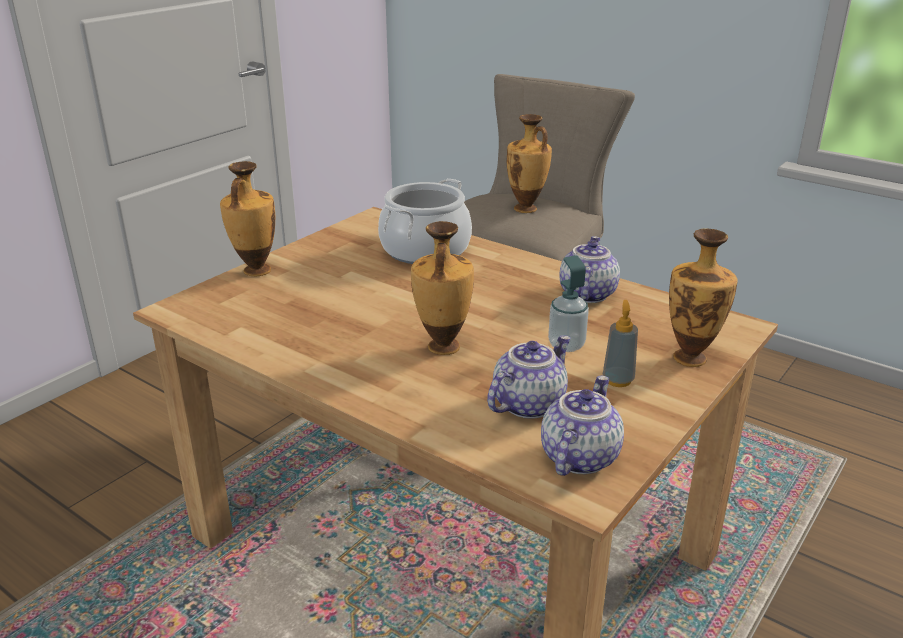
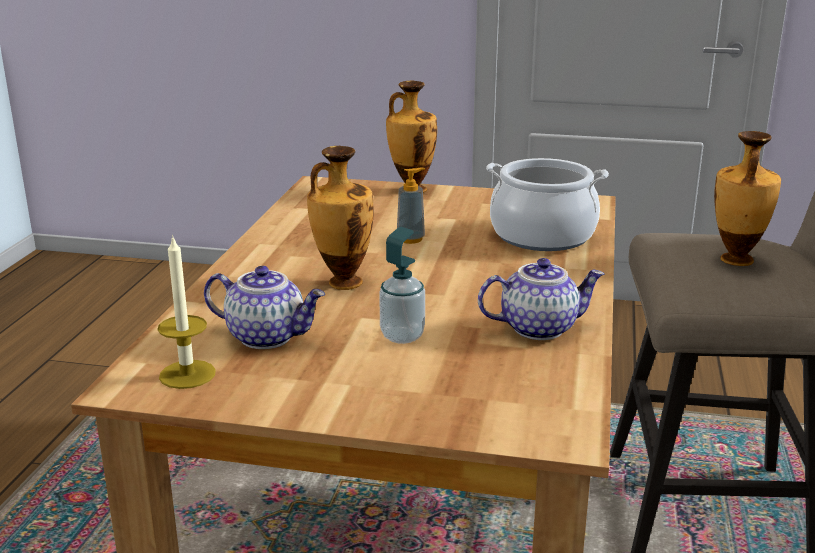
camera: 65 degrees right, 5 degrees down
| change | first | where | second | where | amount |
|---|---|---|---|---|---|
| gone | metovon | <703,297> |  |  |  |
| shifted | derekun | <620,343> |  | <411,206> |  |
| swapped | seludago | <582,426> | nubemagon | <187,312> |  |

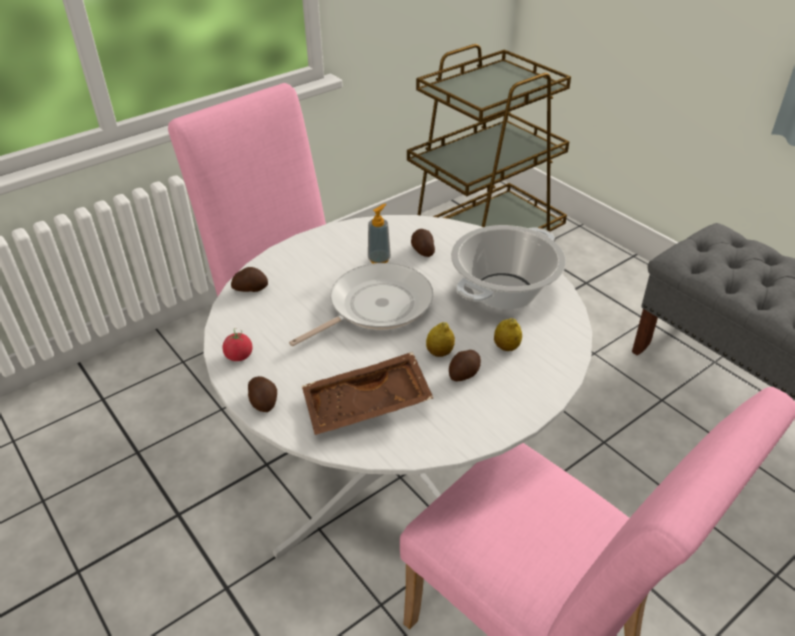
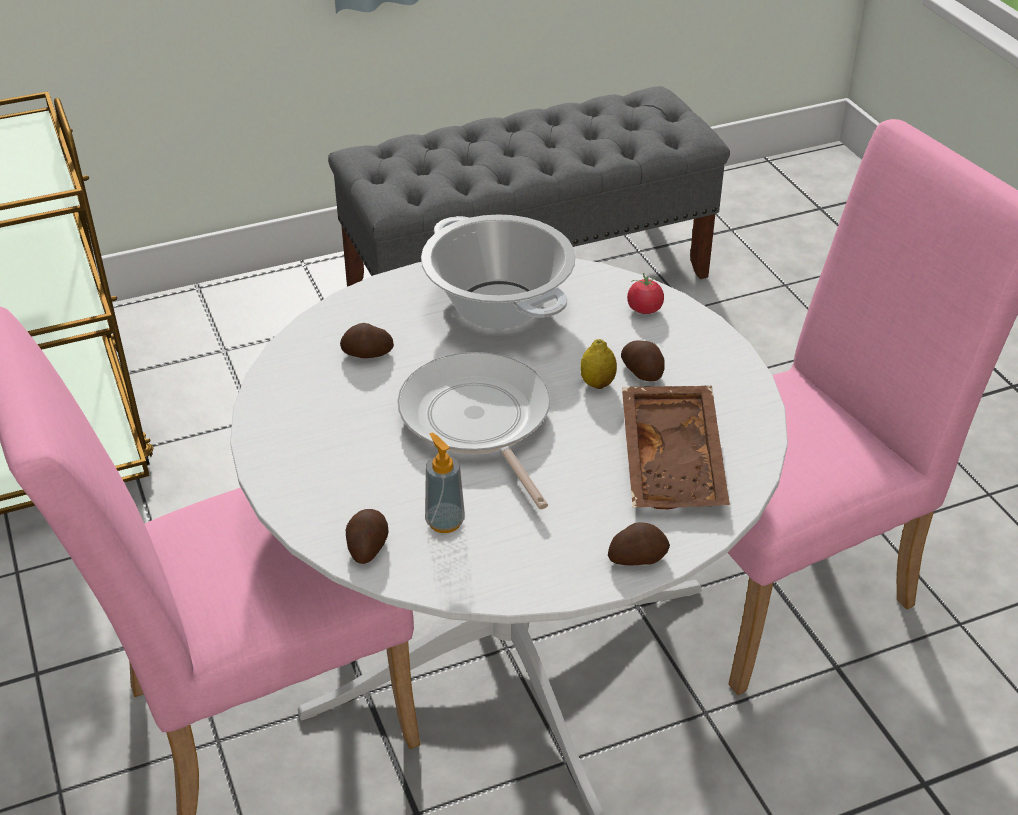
camera: 75 degrees left, 0 degrees up
| change | first | where | second | where | amount |
|---|---|---|---|---|---|
| shifted | derekun | <379,234> |  | <445,483> |  |
| gone | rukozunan | <508,334> |  |  |  |
| shifted | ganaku | <237,344> |  | <645,293> |  |

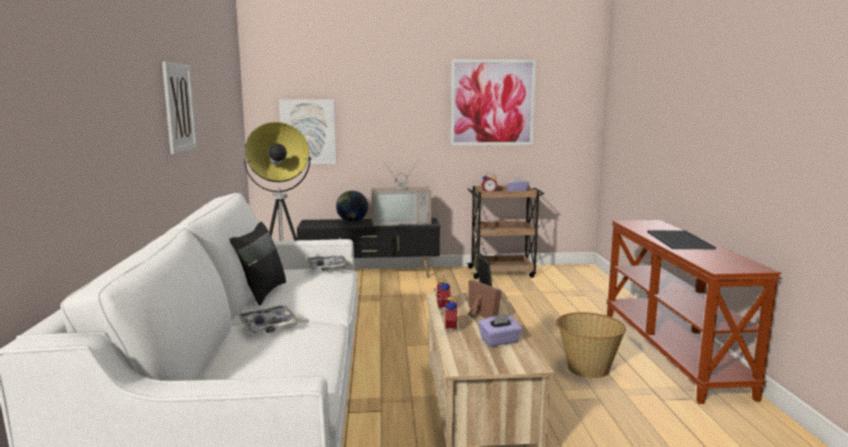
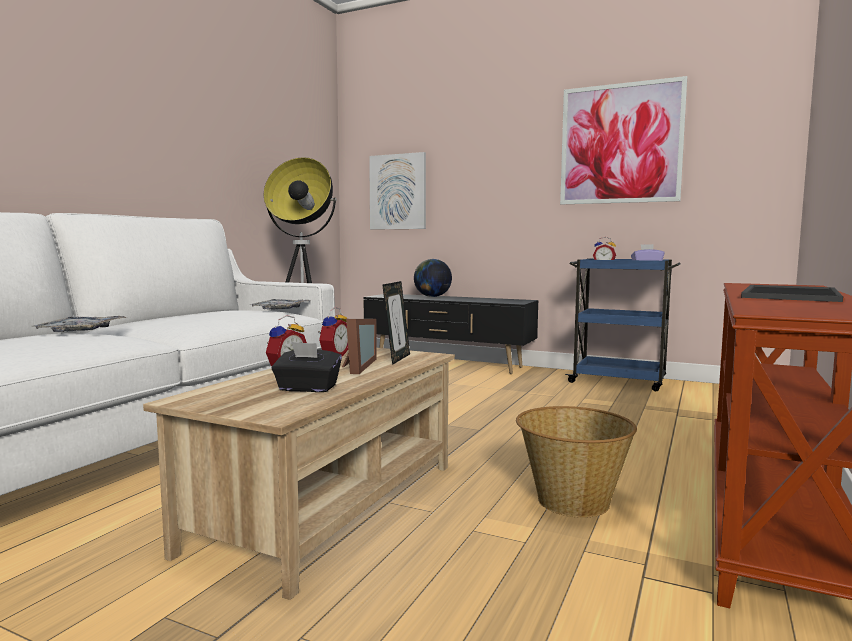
camera: 30 degrees right, 5 degrees down
| change | first | where | second | where | amount |
|---|---|---|---|---|---|
| gone | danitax | <179,108> |  |  |  |
| gone | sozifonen | <401,192> |  |  |  |
| repainted | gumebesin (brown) | <505,232> | gumebesin (blue) | <622,324> |  |
| gone | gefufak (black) | <258,264> |  |  |  |
| repainted | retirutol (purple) | <500,330> | retirutol (black) | <307,367> |  |

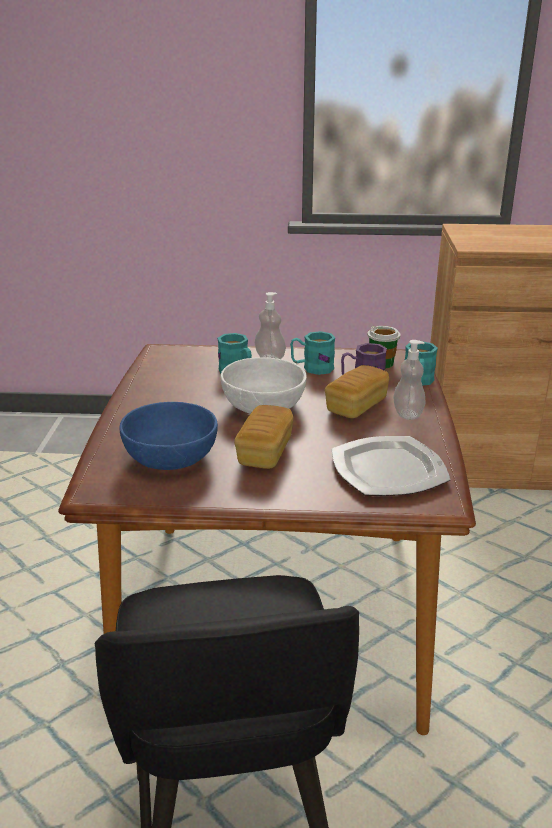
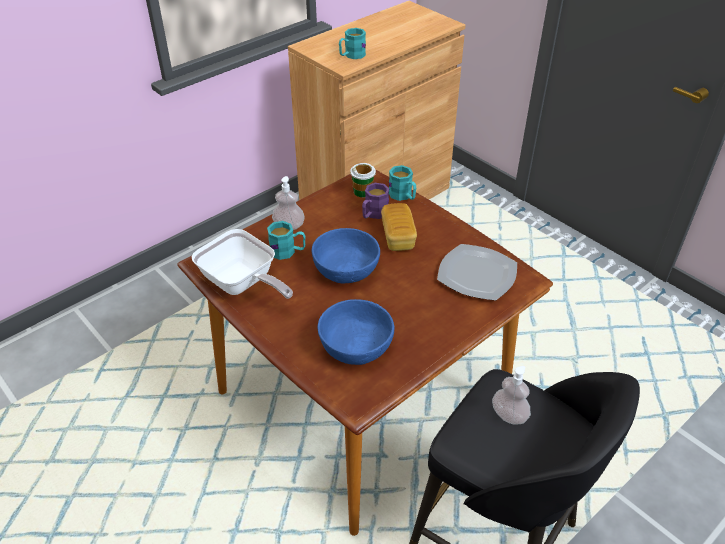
camera: 45 degrees left, 15 degrees up
| change | first | where | second | where | amount |
|---|---|---|---|---|---|
| shifted | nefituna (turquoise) | <312,353> |  | <352,43> |  |
| shifted | derekun | <409,380> |  | <511,395> |  |
| repainted | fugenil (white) | <264,385> | fugenil (blue) | <346,255> |  |
| gone | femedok | <263,437> |  |  |  |
| new |  |  | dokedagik | <242,264> |  |

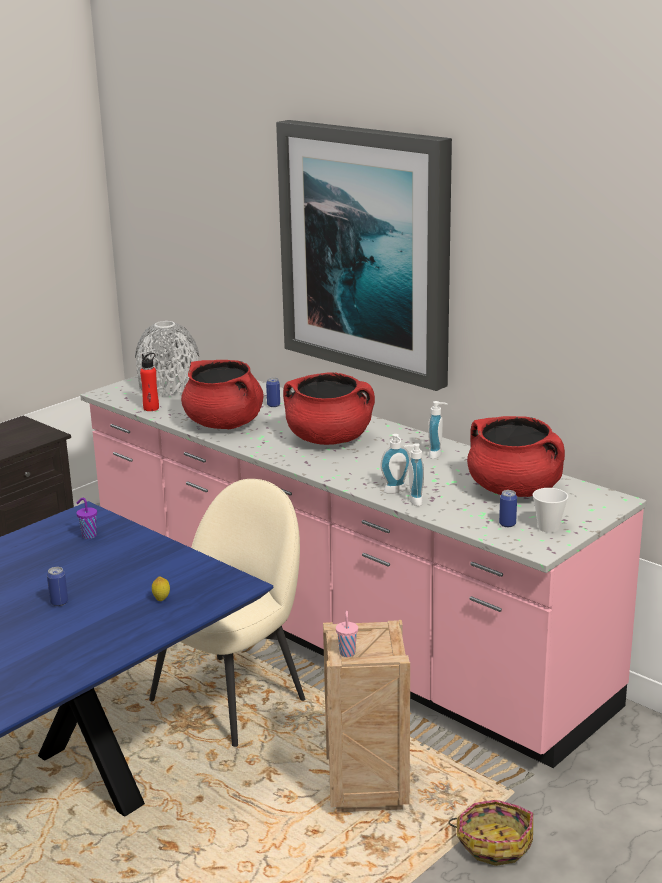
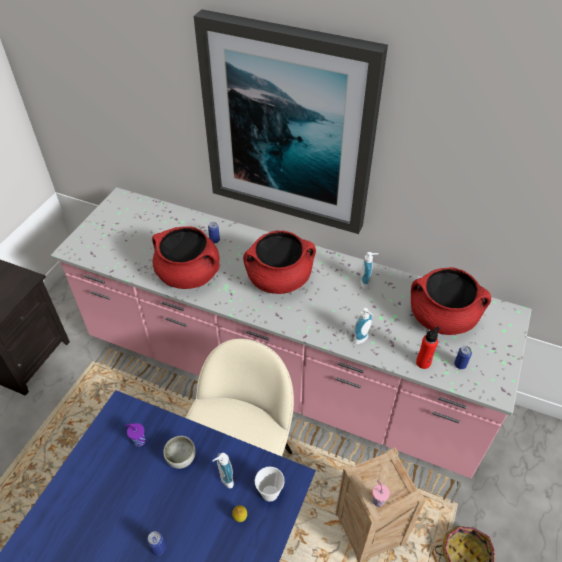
camera: 20 degrees left, 25 degrees up
| change | first | where | second | where | amount |
|---|---|---|---|---|---|
| gone | metovon (grey) | <167,359> |  |  |  |
| shifted | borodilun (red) | <149,382> |  | <428,348> |  |
| shifted | derekun | <414,474> |  | <223,470> |  |
| shifted | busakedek | <550,510> |  | <270,484> |  |
| new |  |  | fugenil | <179,452> |  |

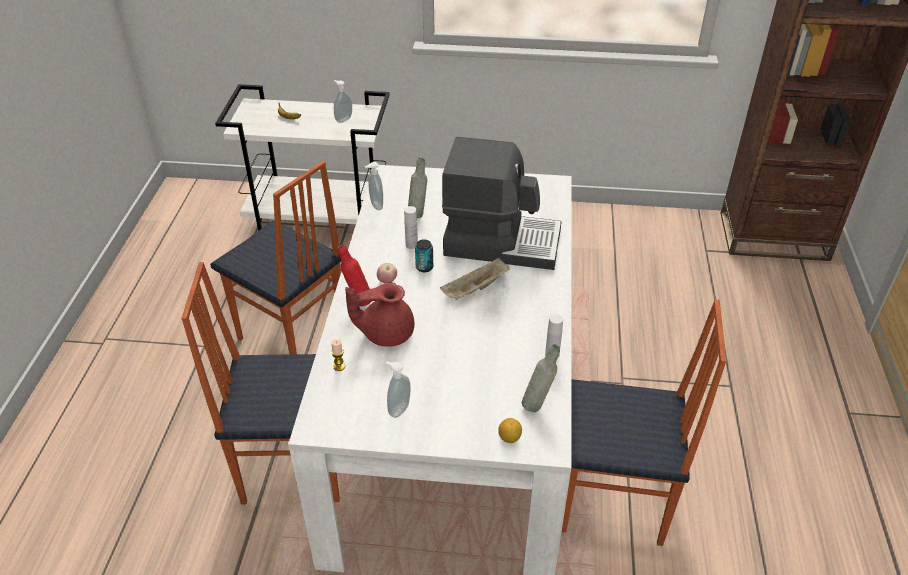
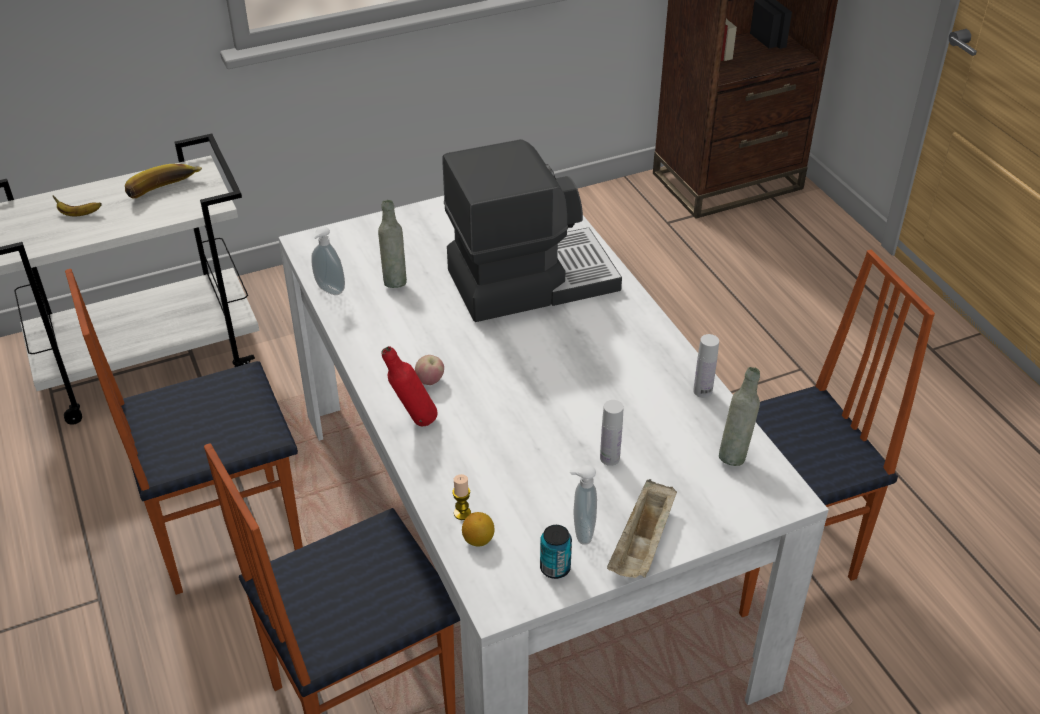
camera: 30 degrees left, 0 degrees up
| change | first | where | second | where | amount |
|---|---|---|---|---|---|
| swapped | derekun | <343,101> | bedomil | <163,181> |  |
| rotated | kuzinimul | <275,257> |  | <184,432> | 150 degrees clockwise |
| shifted | borodilun (white) | <411,227> |  | <611,433> |  |
| shifted | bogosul | <424,255> |  | <556,552> |  |
| shifted | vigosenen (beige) | <475,279> |  | <642,528> |  |
| gone | seludago (red) | <380,314> |  |  |  |
| shifted | rukozunan | <510,430> |  | <478,529> |  |

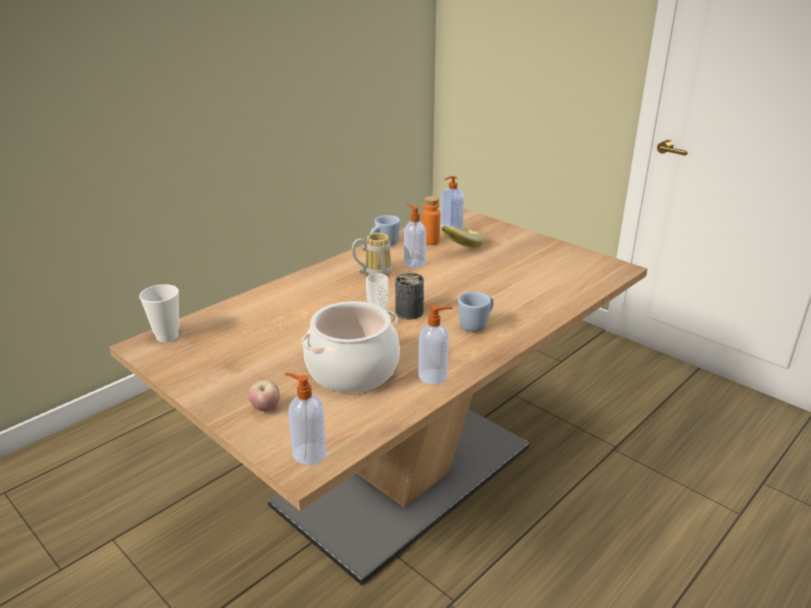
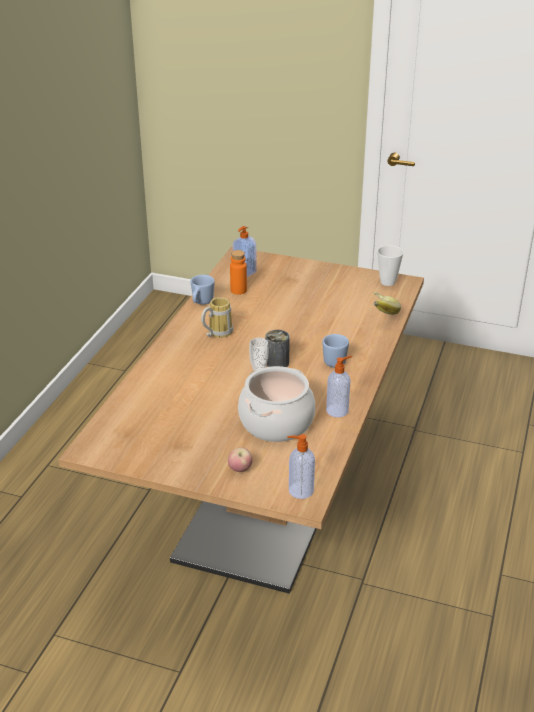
camera: 25 degrees left, 5 degrees up
| change | first | where | second | where | amount |
|---|---|---|---|---|---|
| gone | derekun | <415,236> |  |  |  |
| shifted | bedomil | <462,236> |  | <387,303> |  |
| shifted | busakedek | <159,313> |  | <390,265> |  |

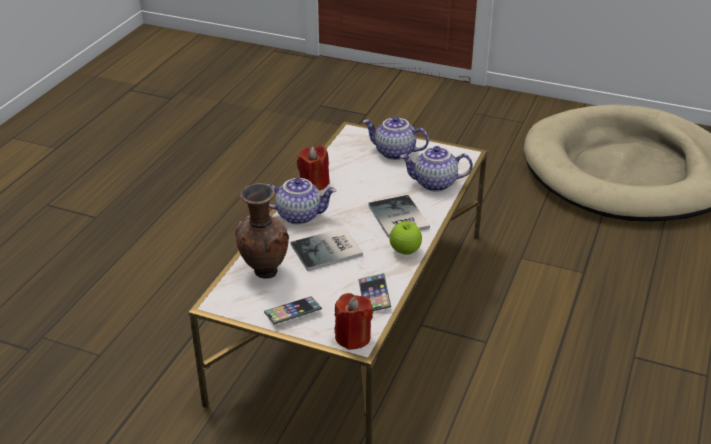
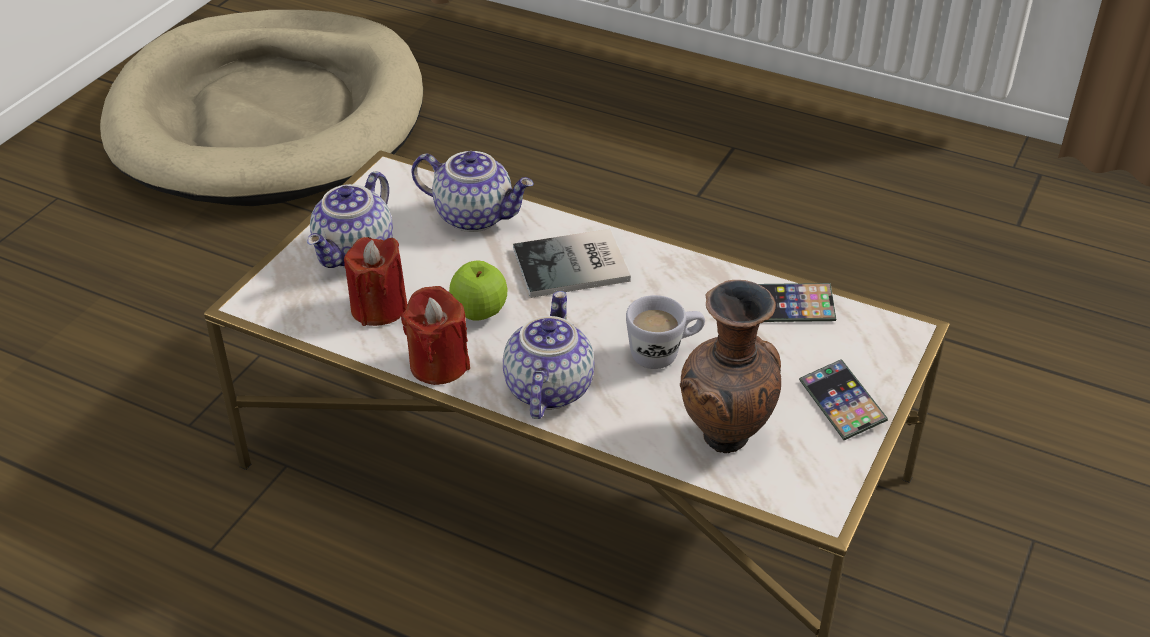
camera: 85 degrees left, 5 degrees up
| change | first | where | second | where | amount |
|---|---|---|---|---|---|
| rotated | seludago | <436,169> |  | <472,191> | 75 degrees counterclockwise |
| shifted | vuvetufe | <405,238> |  | <478,290> |  |
| swapped | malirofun | <327,249> | nefituna (white) | <665,332> |  |
| shifted | nubemagon (red) | <354,321> |  | <376,281> |  |

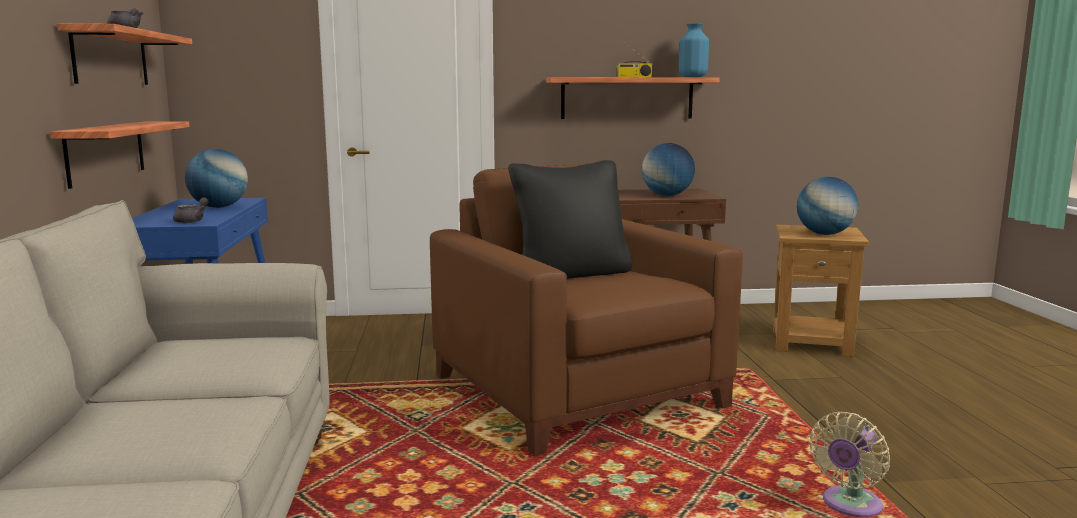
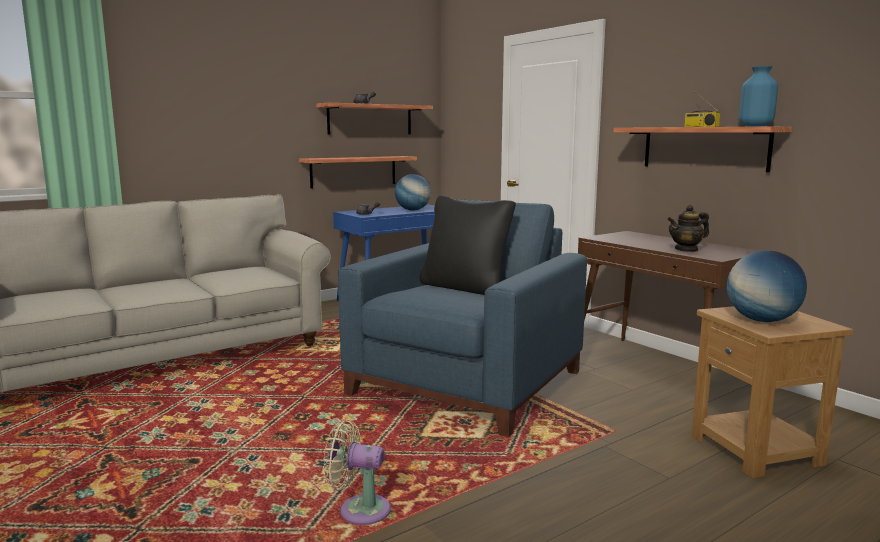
camera: 60 degrees right, 0 degrees up
| change | first | where | second | where | amount |
|---|---|---|---|---|---|
| swapped | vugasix | <668,169> | seludago | <688,228> |  |
| repainted | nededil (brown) | <586,309> | nededil (blue) | <462,318> |  |

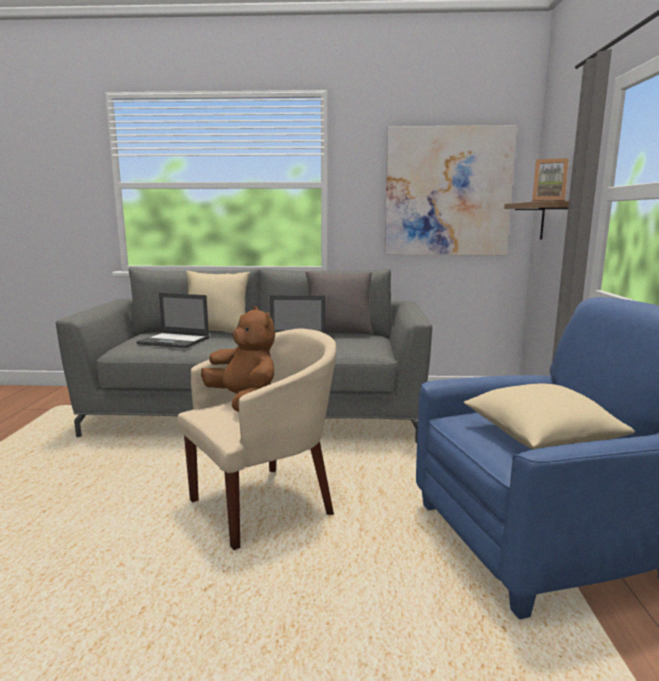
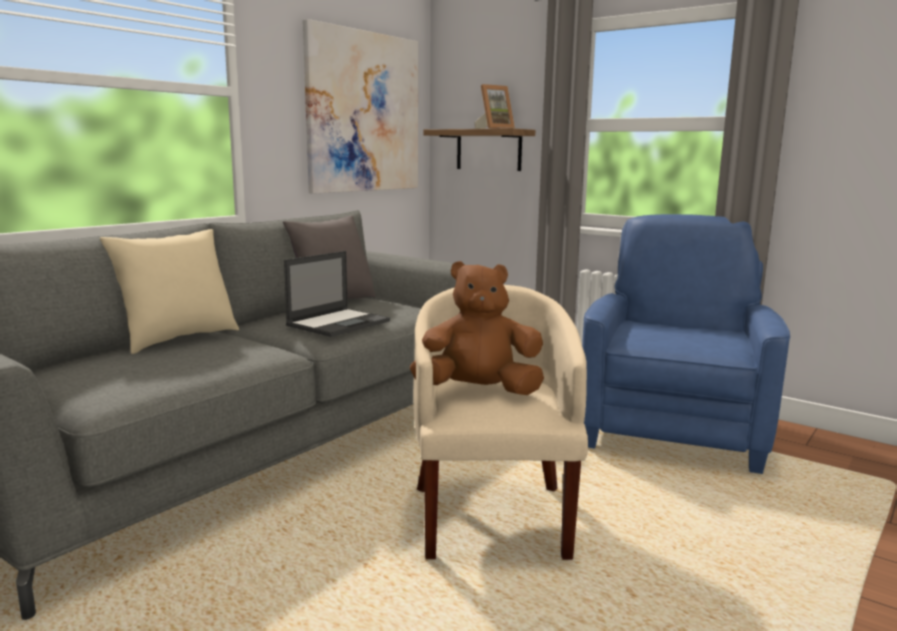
camera: 55 degrees left, 0 degrees up
| change | first | where | second | where | amount |
|---|---|---|---|---|---|
| gone | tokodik | <172,320> |  |  |  |
| gone | gefufak (beige) | <549,417> |  |  |  |

